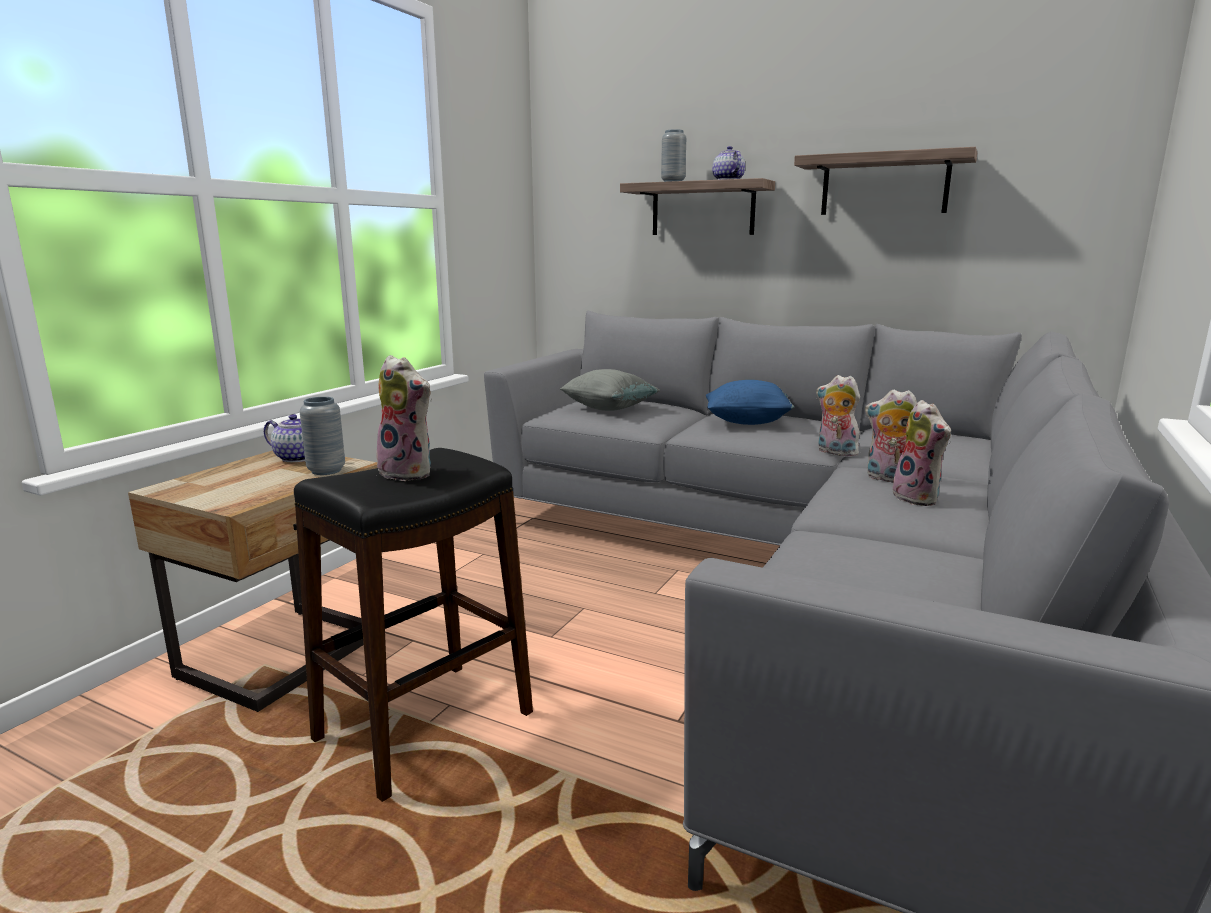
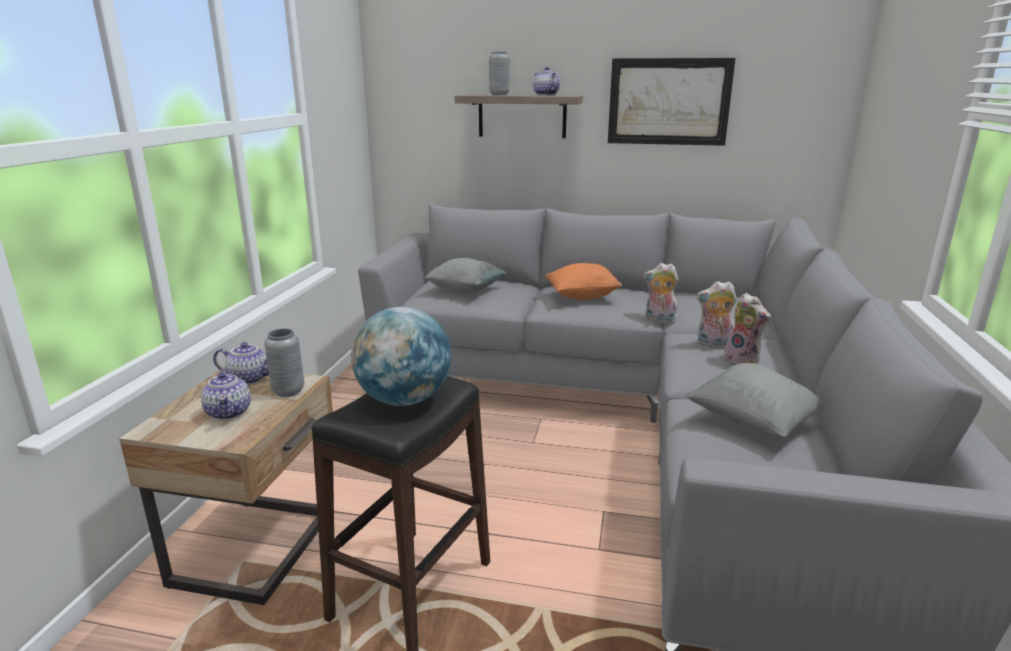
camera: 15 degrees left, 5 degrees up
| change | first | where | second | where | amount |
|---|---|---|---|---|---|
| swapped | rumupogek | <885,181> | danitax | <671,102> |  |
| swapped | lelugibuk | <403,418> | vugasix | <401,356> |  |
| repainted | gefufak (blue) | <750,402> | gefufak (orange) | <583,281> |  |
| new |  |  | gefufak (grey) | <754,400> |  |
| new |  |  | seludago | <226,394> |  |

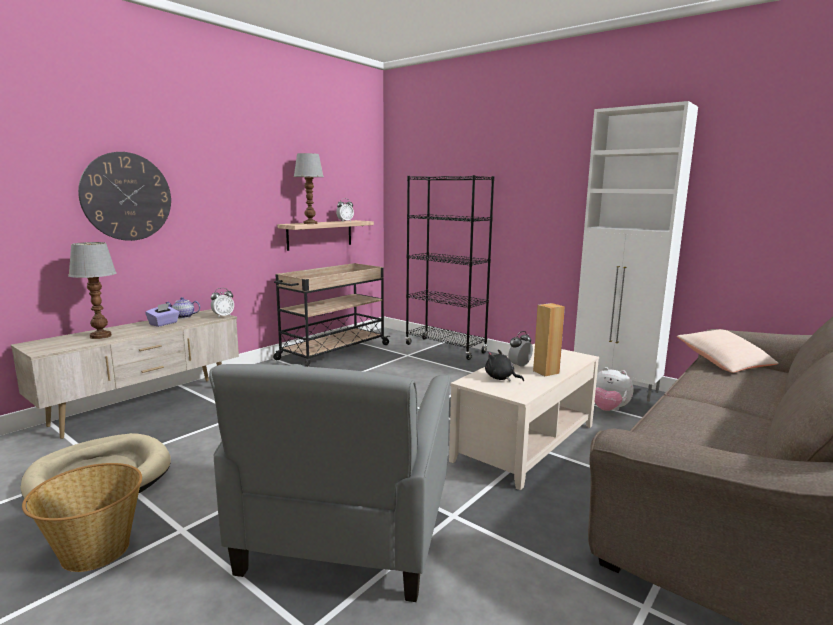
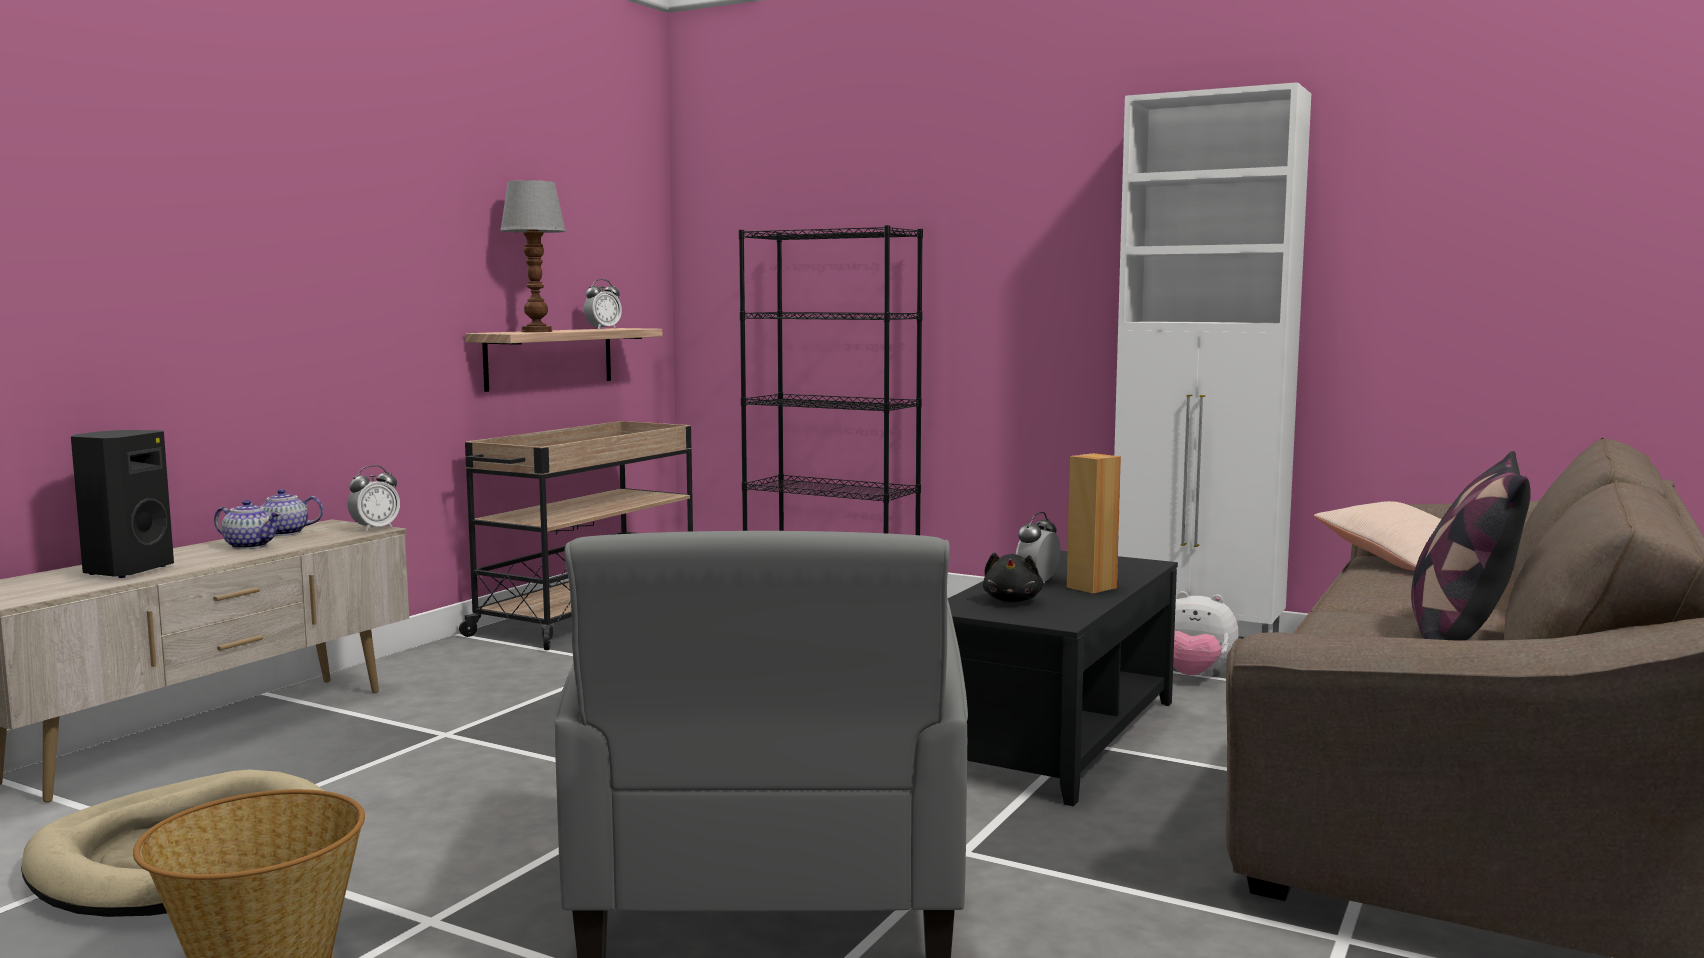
camera: 10 degrees left, 5 degrees down
| change | first | where | second | where | amount |
|---|---|---|---|---|---|
| gone | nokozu | <124,196> |  |  |  |
| swapped | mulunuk | <92,290> | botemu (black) | <122,504> |  |
| swapped | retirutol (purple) | <162,315> | seludago | <247,524> |  |
| repainted | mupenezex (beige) | <524,417> | mupenezex (black) | <1063,678> |  |
| rotated | lelugibuk (black) | <504,365> |  | <1013,577> | 105 degrees counterclockwise |
| new |  |  | gefufak | <1471,546> |  |

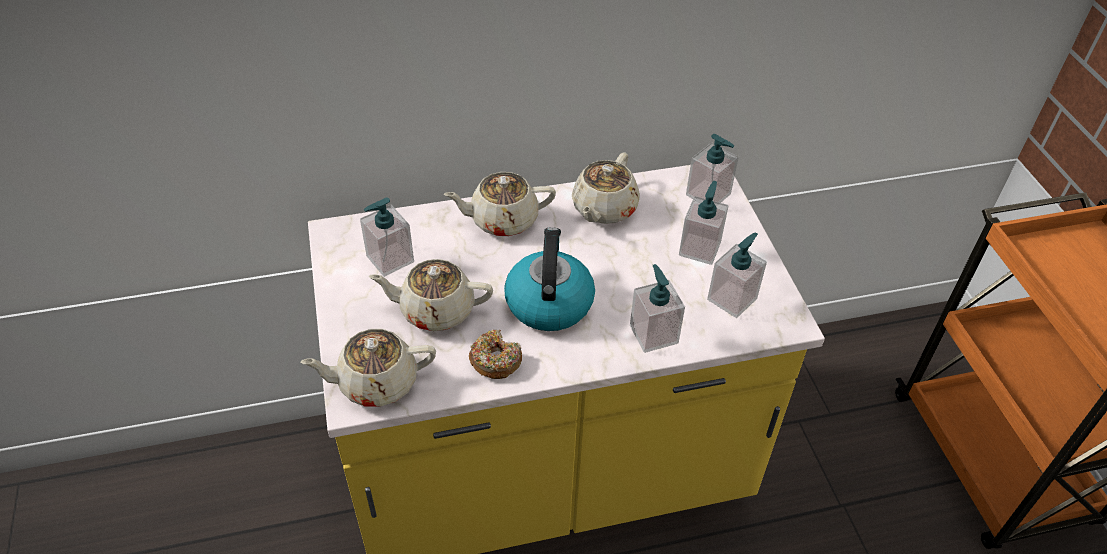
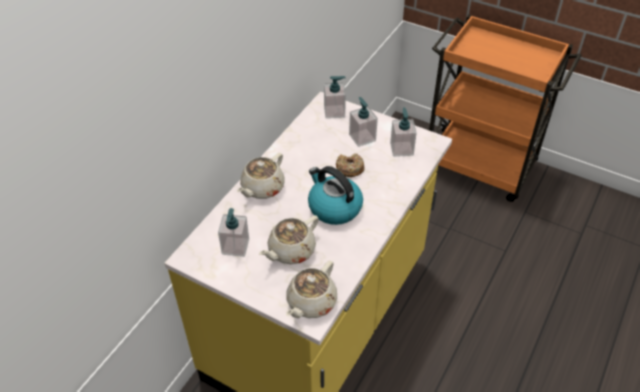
camera: 45 degrees left, 0 degrees up
| change | first | where | second | where | amount |
|---|---|---|---|---|---|
| gone | seludago (beige) | <606,188> |  |  |  |
| gone | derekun | <657,308> |  |  |  |
| shifted | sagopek | <495,354> |  | <350,165> |  |

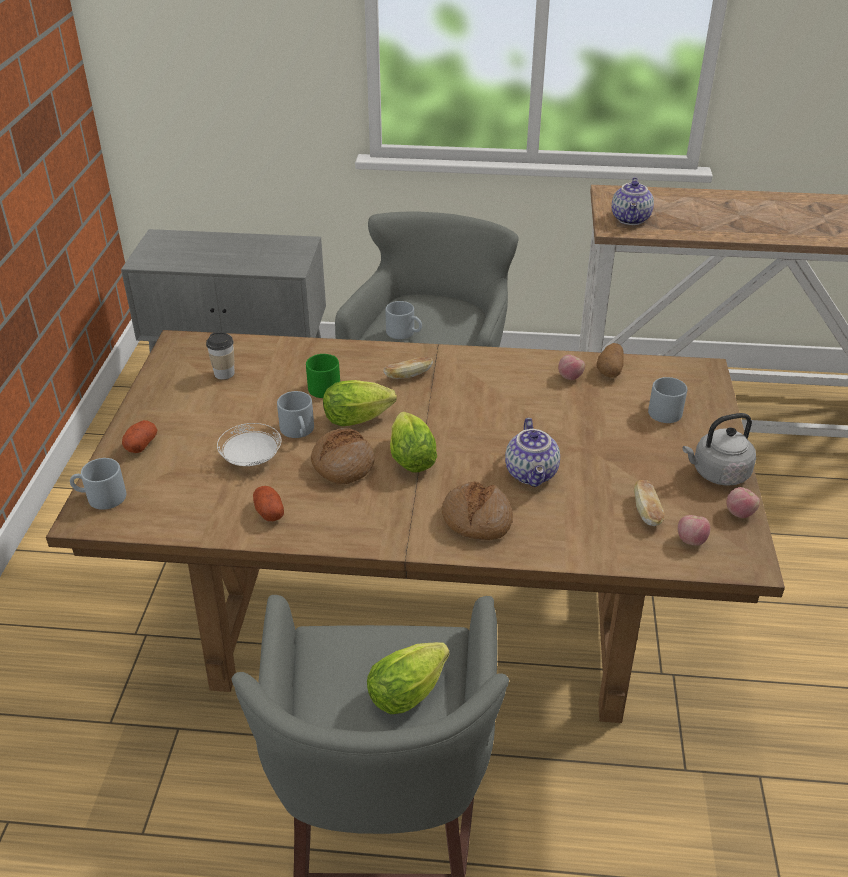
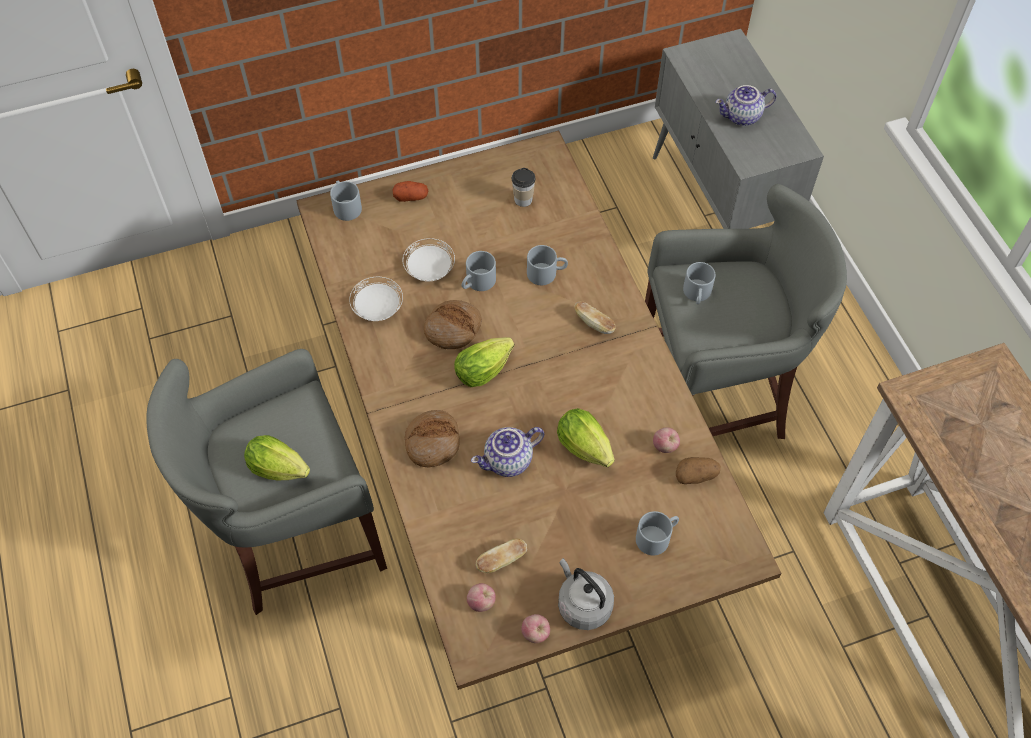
camera: 65 degrees right, 20 degrees up
| change | first | where | second | where | amount |
|---|---|---|---|---|---|
| shifted | seludago | <633,201> |  | <745,105> |  |
| repainted | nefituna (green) | <323,376> | nefituna (grey) | <547,265> |  |
| shifted | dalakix | <360,403> |  | <586,437> |  |
| swapped | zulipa | <268,503> | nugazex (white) | <376,299> |  |

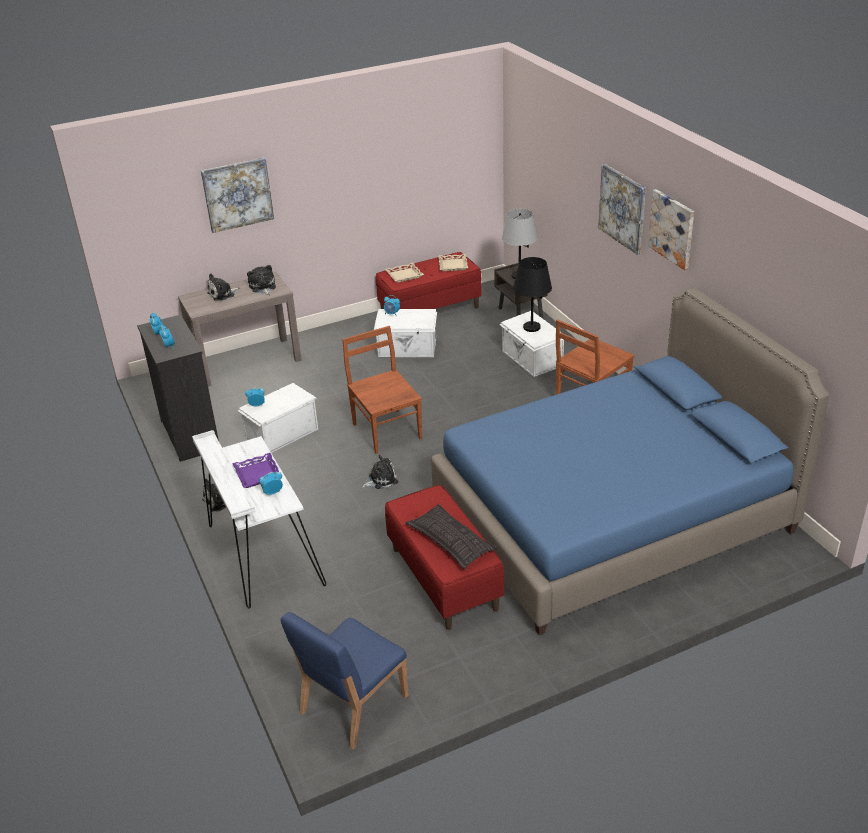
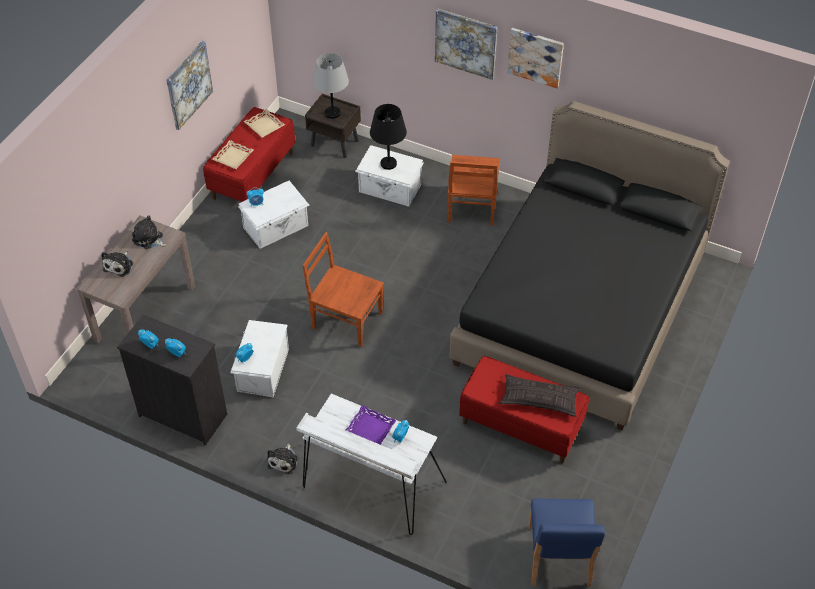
camera: 40 degrees left, 15 degrees up
| change | first | where | second | where | amount |
|---|---|---|---|---|---|
| shifted | danitax | <237,195> |  | <189,85> |  |
| repainted | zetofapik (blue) | <630,461> | zetofapik (black) | <589,265> |  |
| gone | lelugibuk | <380,472> |  |  |  |

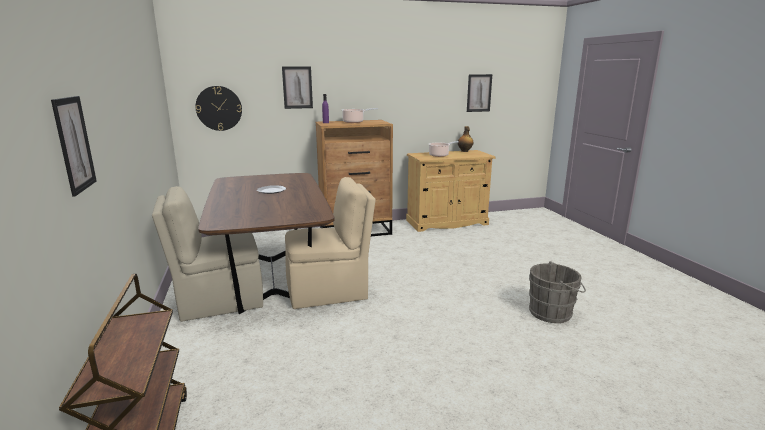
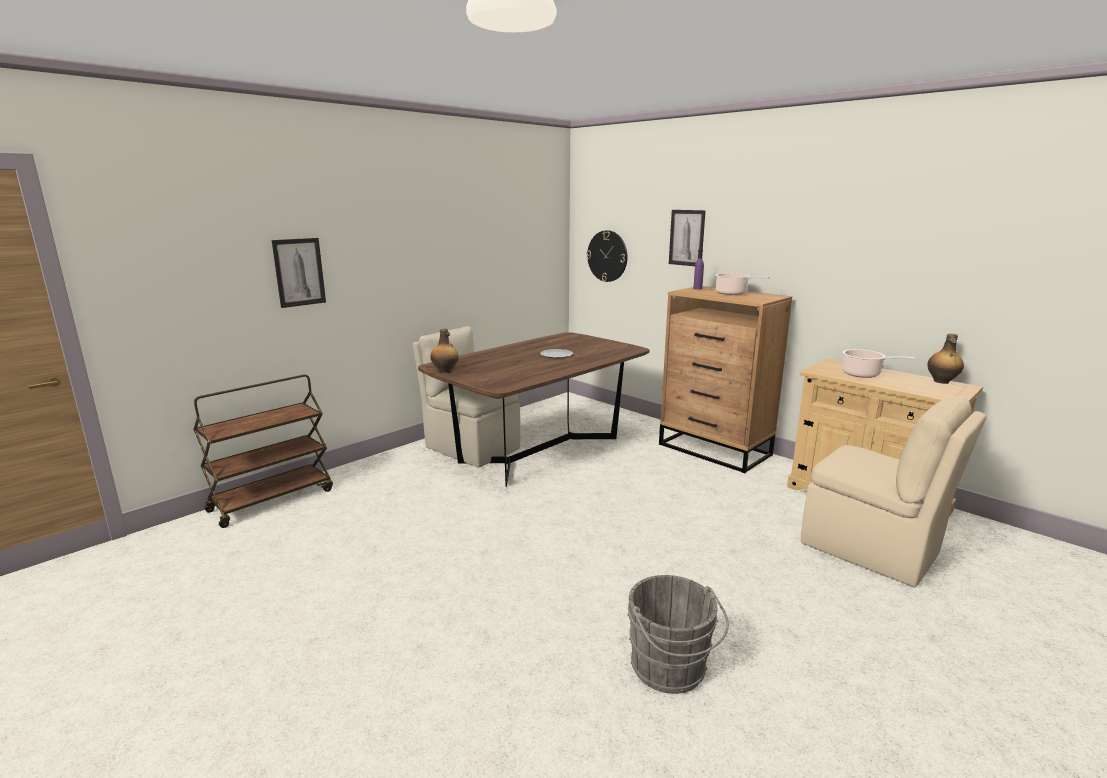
camera: 60 degrees right, 0 degrees up
| change | first | where | second | where | amount |
|---|---|---|---|---|---|
| gone | danitax | <479,93> |  |  |  |
| shifted | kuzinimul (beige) | <330,243> |  | <894,491> |  |
| new |  |  | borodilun | <444,350> |  |

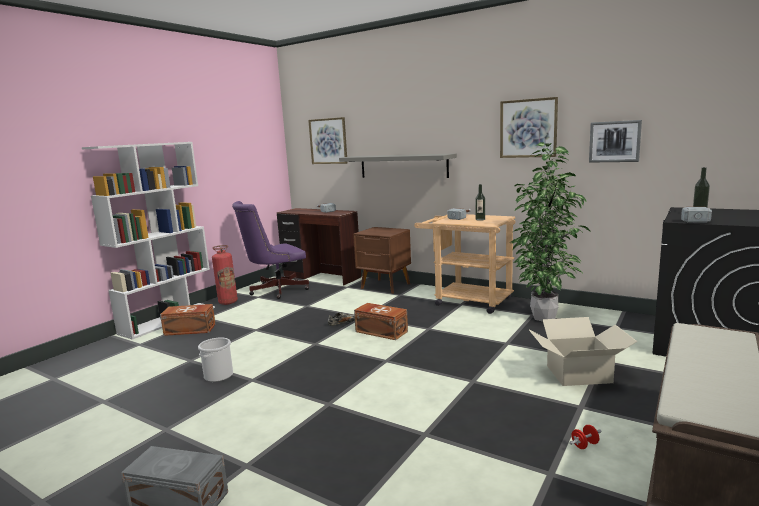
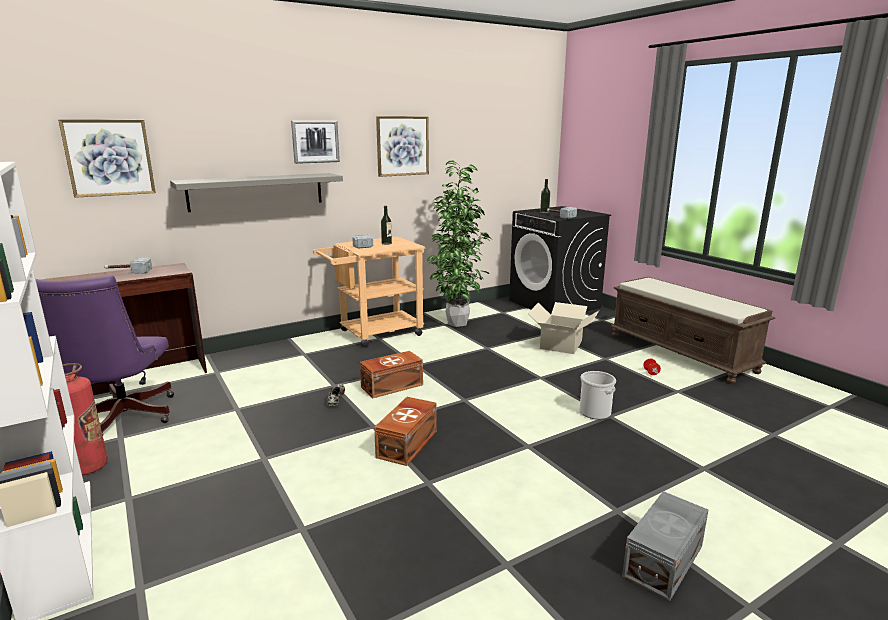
camera: 65 degrees left, 5 degrees up
| change | first | where | second | where | amount |
|---|---|---|---|---|---|
| shifted | danitax | <615,141> |  | <315,142> |  |
| gone | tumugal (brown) | <382,260> |  |  |  |
| shifted | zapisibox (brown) | <188,320> |  | <405,431> |  |
| shifted | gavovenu | <215,360> |  | <597,395> |  |

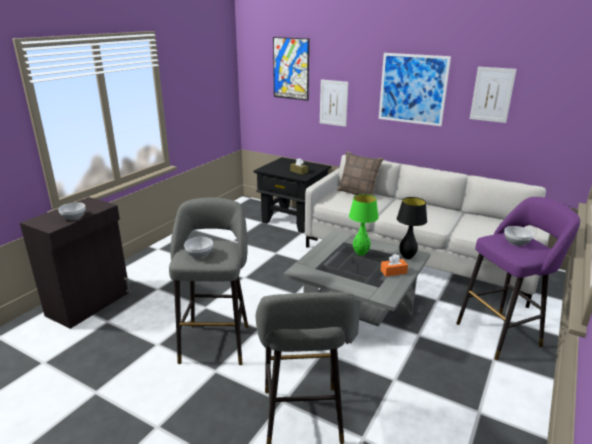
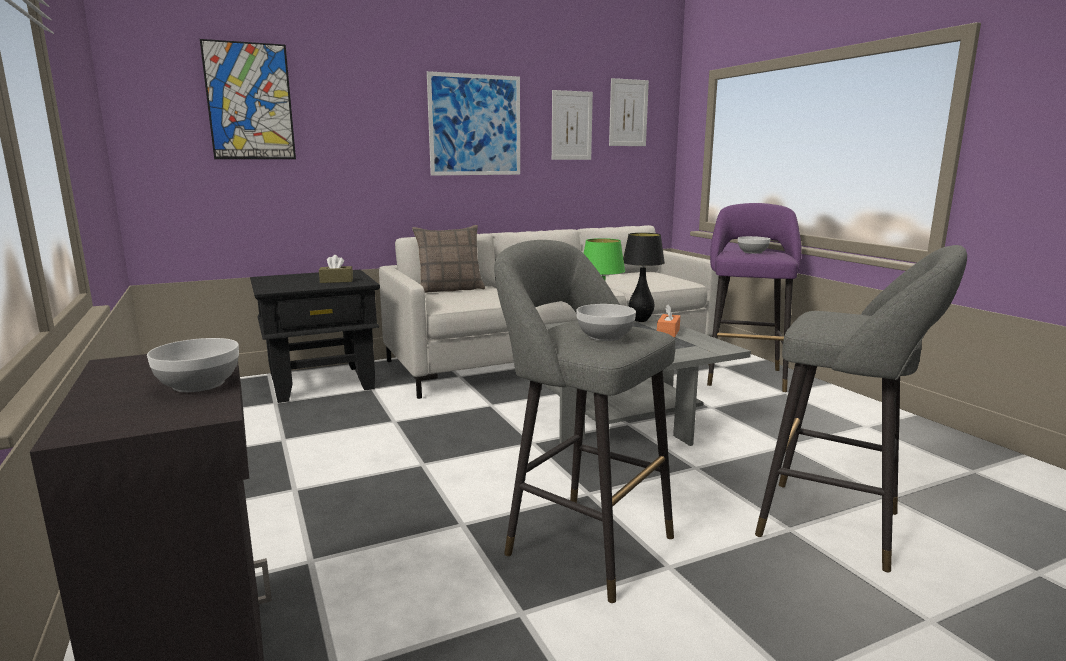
camera: 55 degrees left, 10 degrees down
| change | first | where | second | where | amount |
|---|---|---|---|---|---|
| shifted | danitax | <334,103> |  | <629,112> |  |

